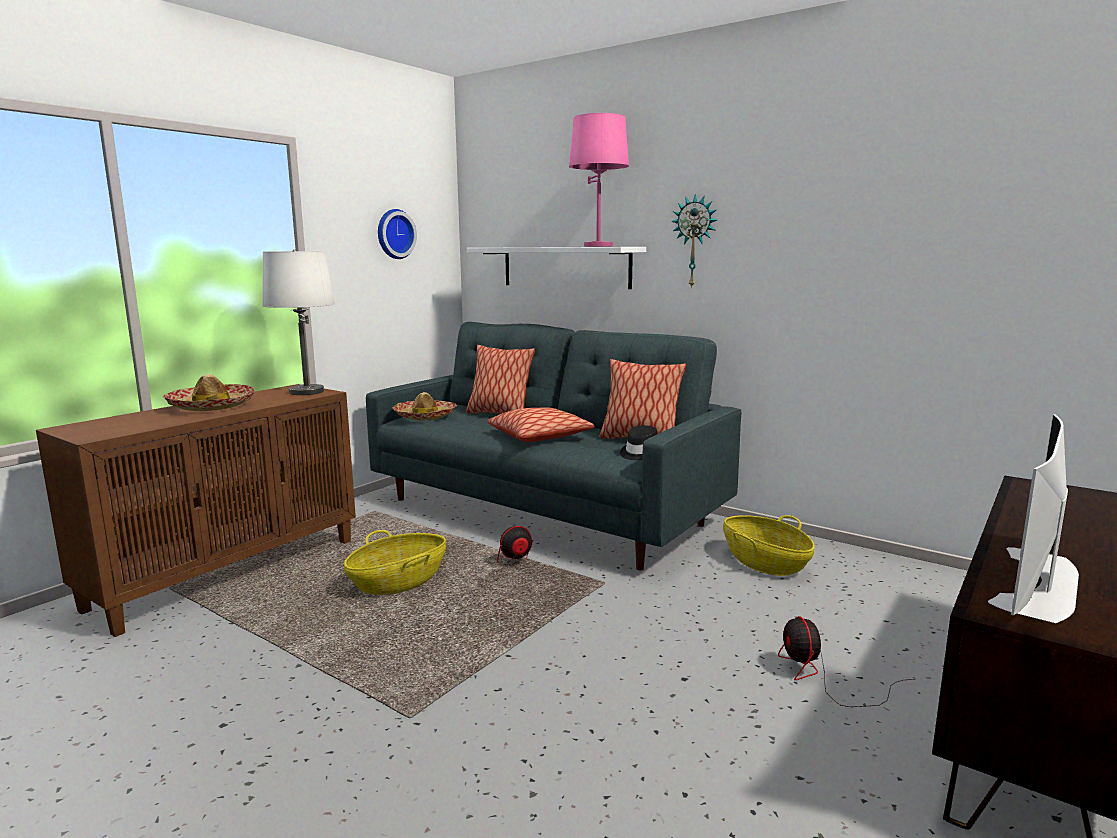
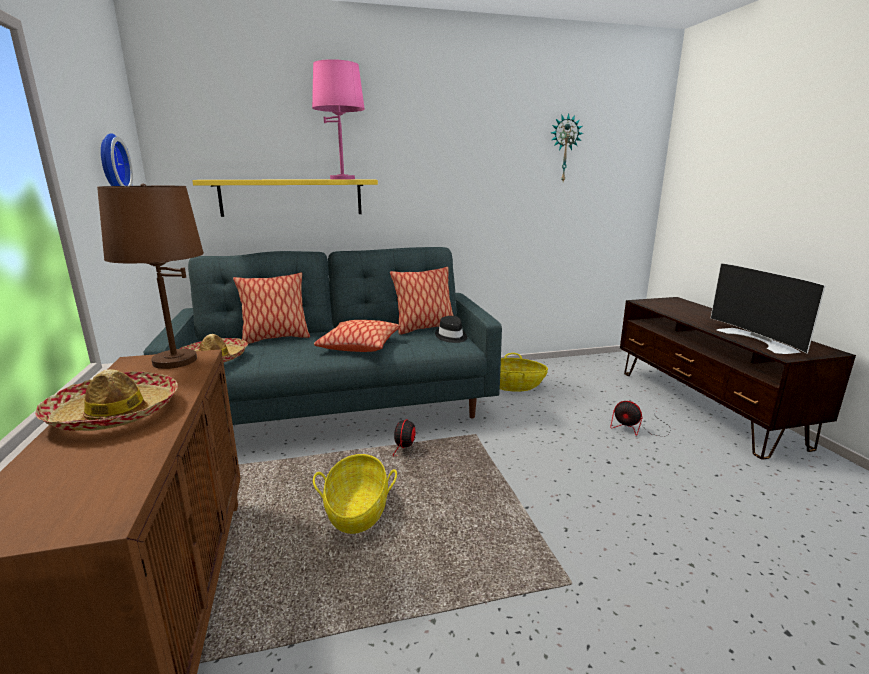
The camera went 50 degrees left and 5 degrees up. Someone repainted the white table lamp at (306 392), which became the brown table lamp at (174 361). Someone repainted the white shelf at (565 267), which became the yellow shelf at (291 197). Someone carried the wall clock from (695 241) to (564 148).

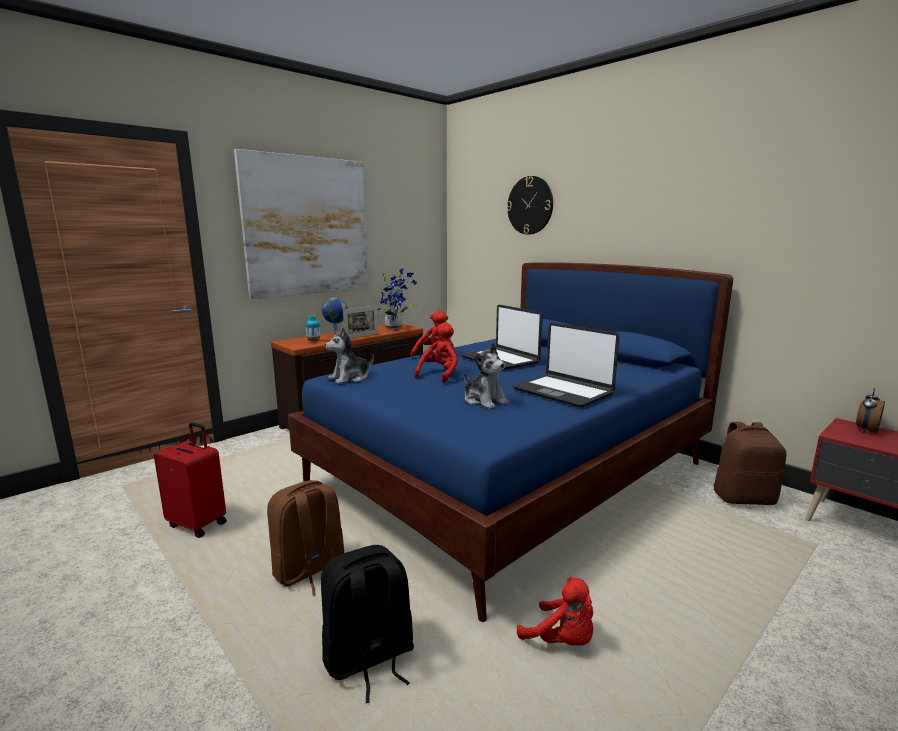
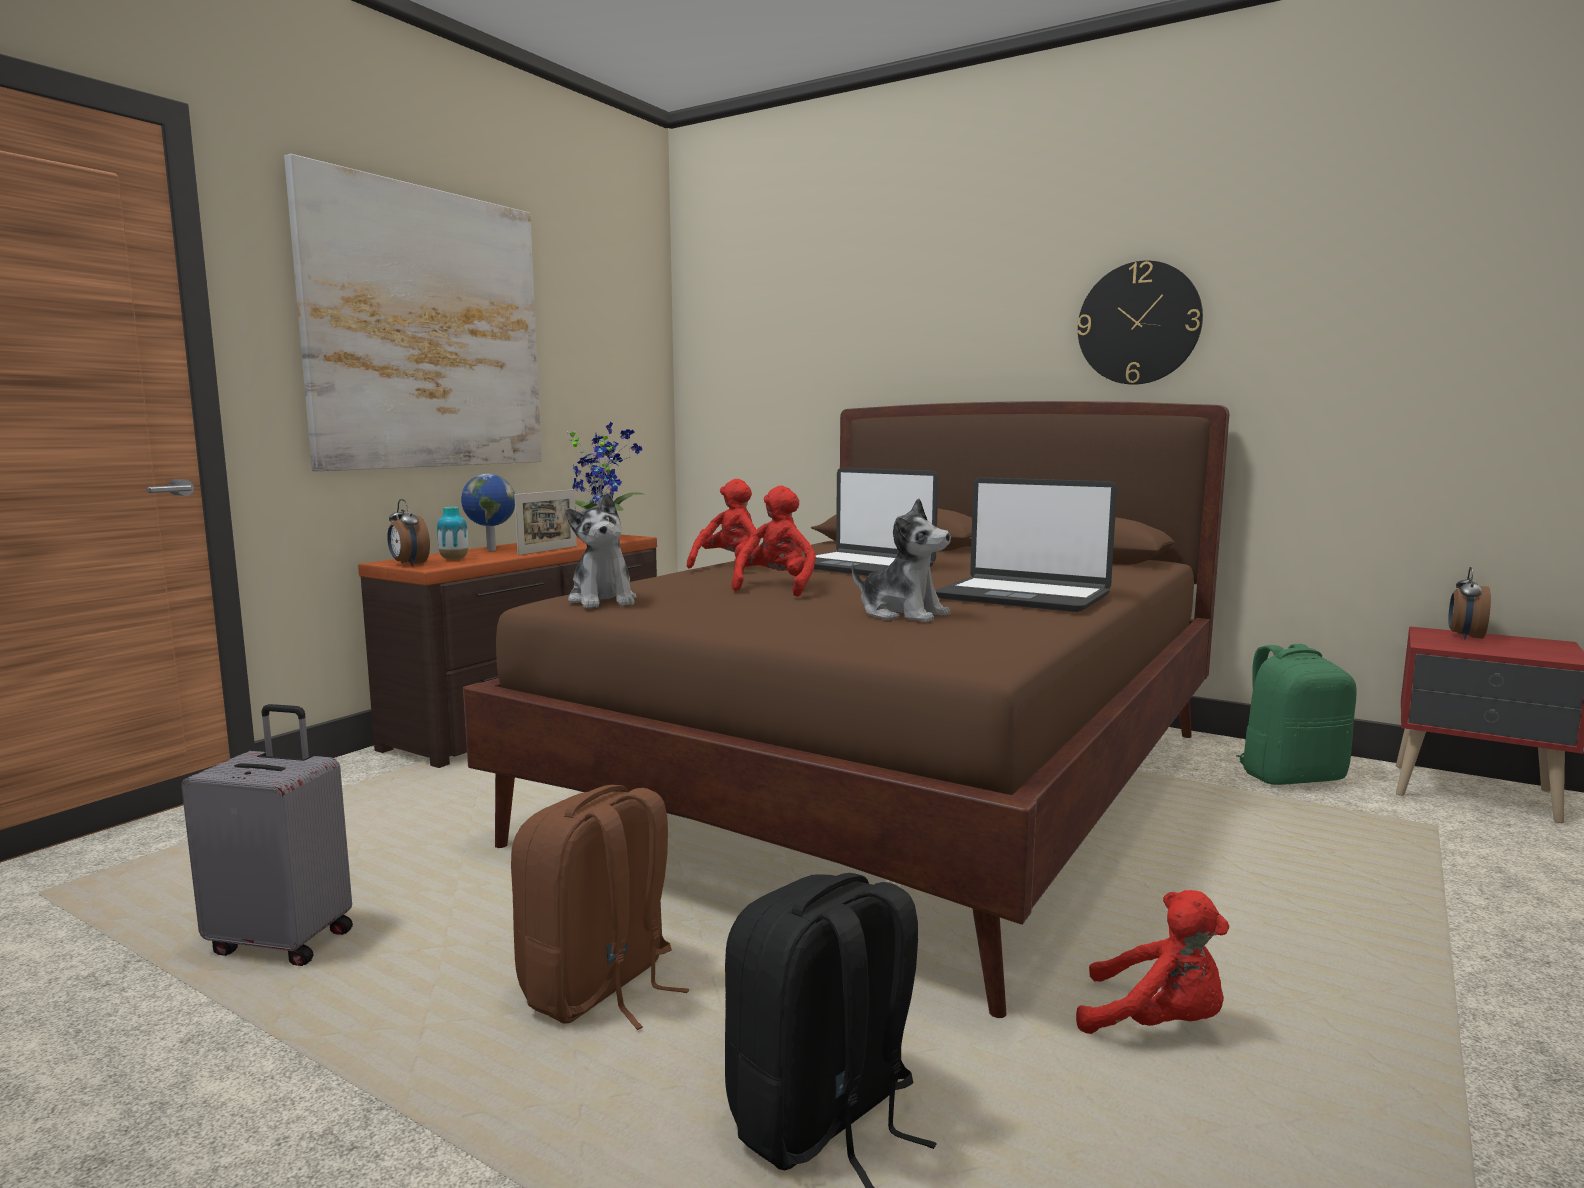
The camera went 15 degrees left and 5 degrees down. Someone repainted the red suitcase at (198 524), which became the grey suitcase at (284 941). Someone repainted the blue bed at (511 475), which became the brown bed at (897 784). Someone rotated the plush toy at (350 378) by 60 degrees counterclockwise. Someone carried the wall clock from (530 205) to (1138 323). Someone repainted the brown backpack at (743 498), which became the green backpack at (1290 776). Someone put down the alarm clock at (408 564).

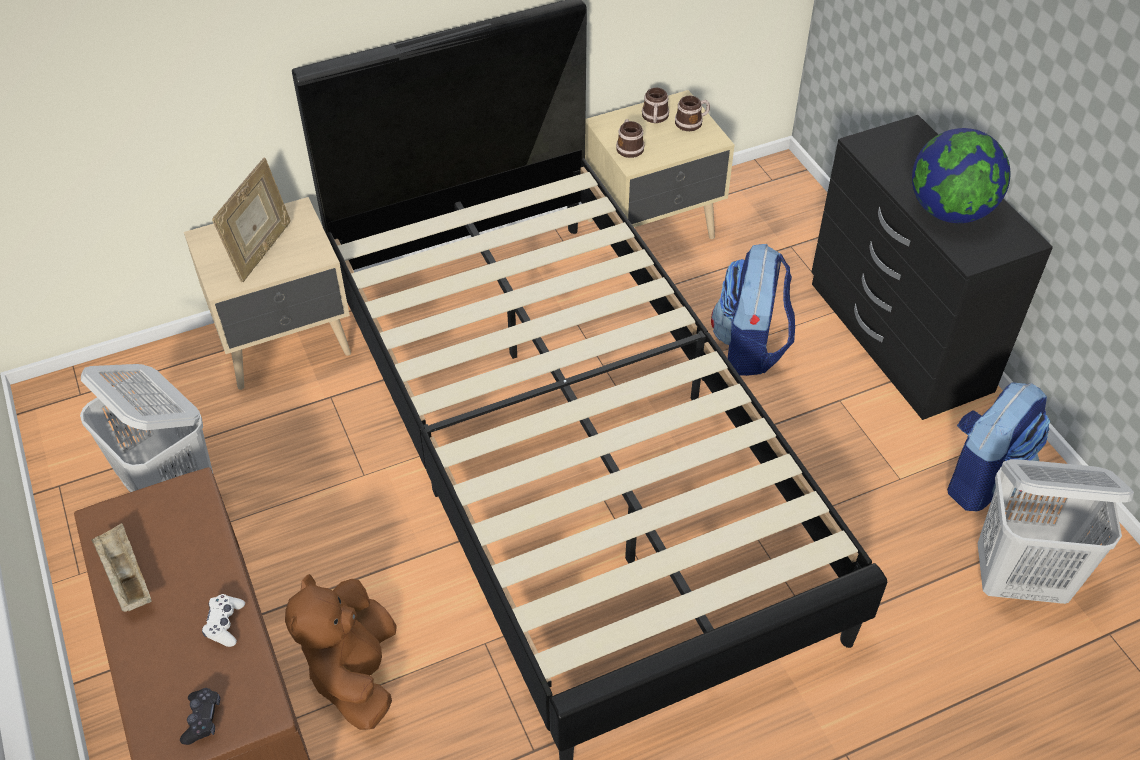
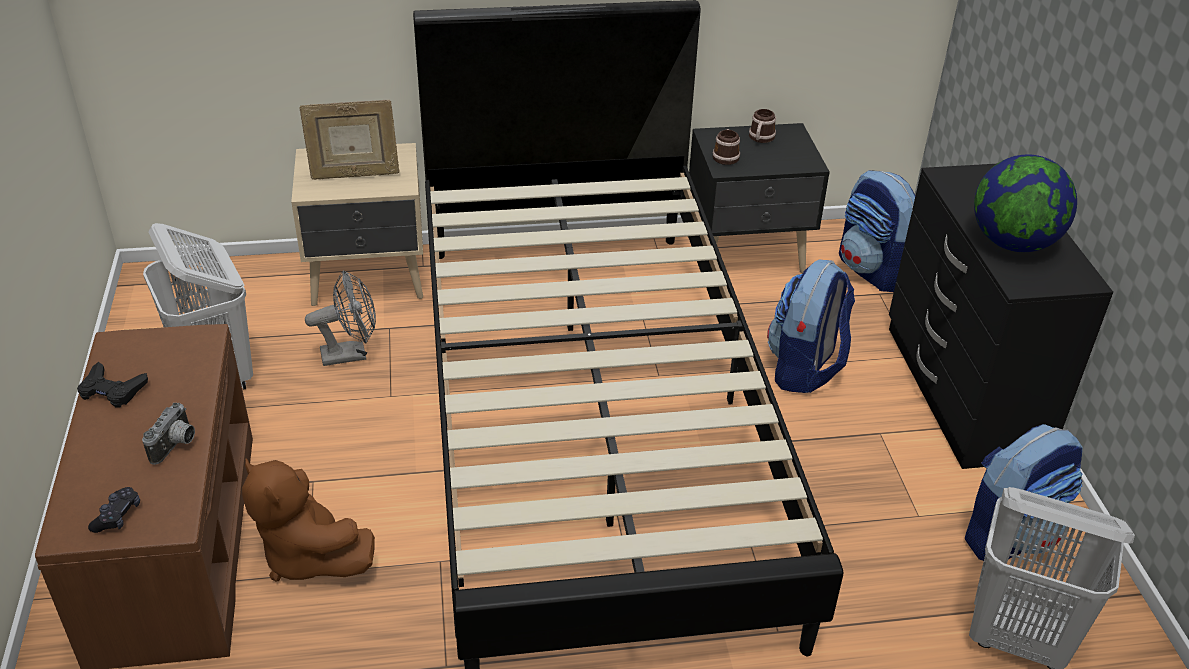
The camera went 15 degrees right and 10 degrees down. Someone swapped the beige tray at (126 577) for the black game controller at (112 390). Someone swapped the white game controller at (225 624) for the photo camera at (176 446). Someone rotated the picture frame at (261 252) by 45 degrees clockwise. Someone rotated the brown plush toy at (355 672) by 60 degrees counterclockwise. Someone repainted the beige nightstand at (653 230), which became the black nightstand at (747 255). Someone took away the mug at (692 122). Someone put down the grey fan at (351 354). Someone put down the backpack at (873 271).

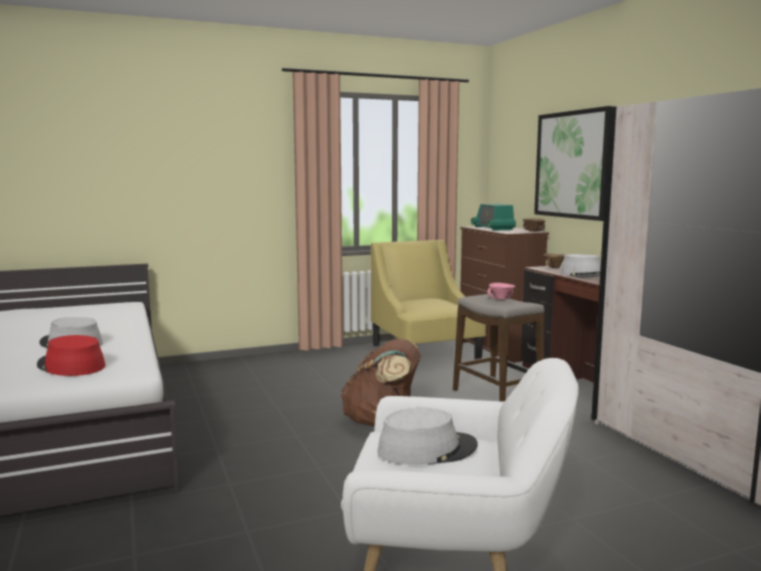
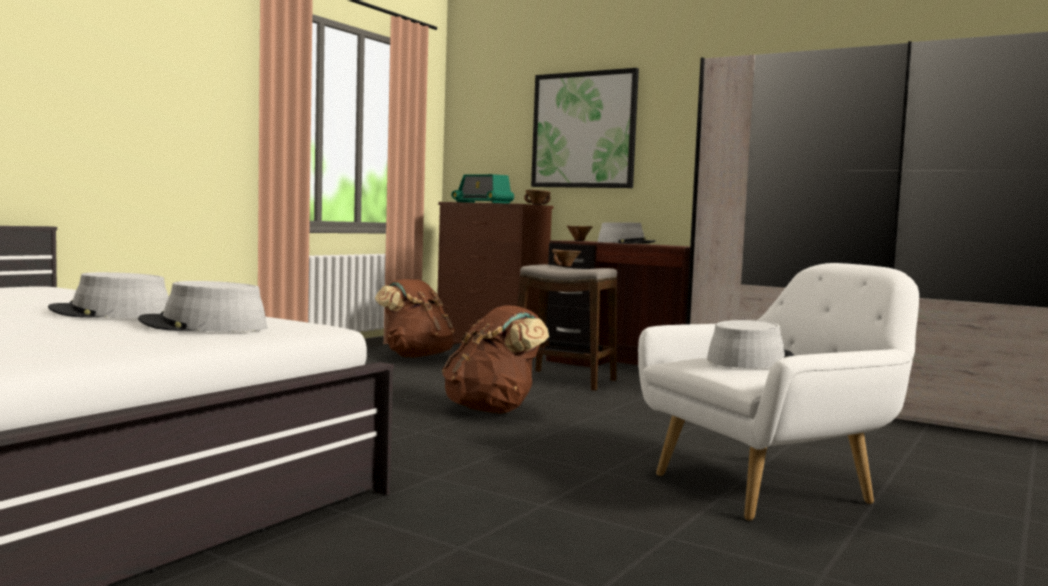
The camera went 35 degrees left and 5 degrees down. Someone repainted the red hat at (71 366), which became the grey hat at (203 326). Someone swapped the yellow armchair at (425 352) for the brown backpack at (416 356). Someone repainted the pink bowl at (501 299), which became the brown bowl at (565 267).

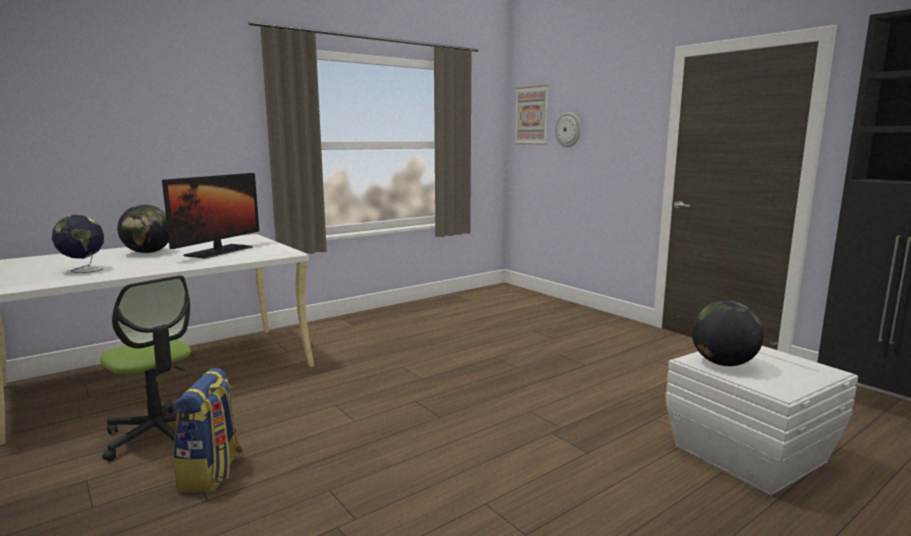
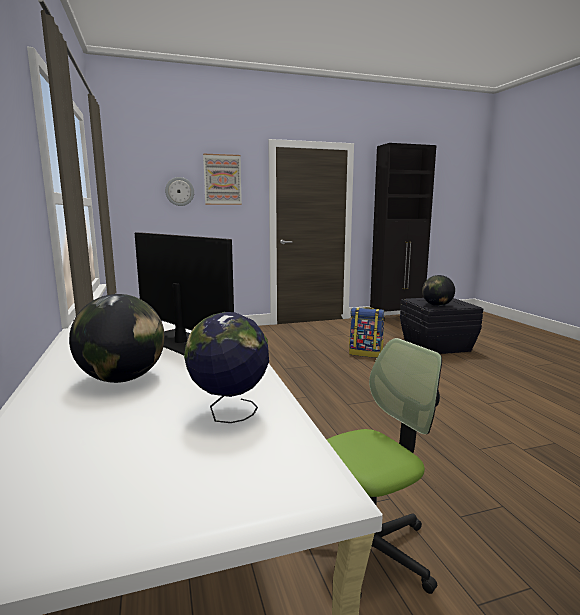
The camera went 70 degrees left and 0 degrees up. Someone carried the backpack from (212 473) to (366 353). Someone carried the picture from (531 115) to (222 179). Someone repainted the white storage box at (748 453), which became the black storage box at (435 345).

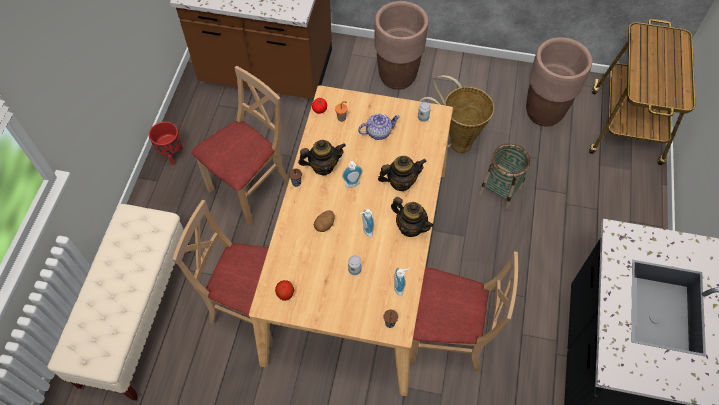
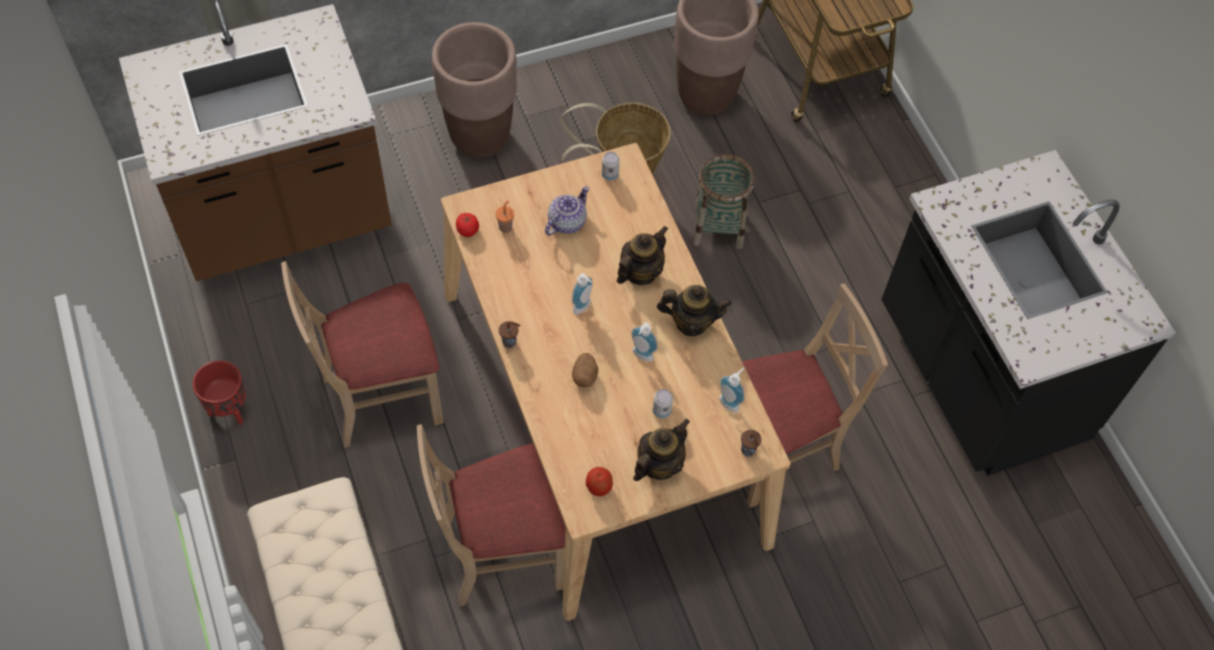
The camera went 35 degrees left and 0 degrees up. Someone rotated the beige chair at (250 187) by 120 degrees counterclockwise. Someone carried the teapot from (323 166) to (658 464).

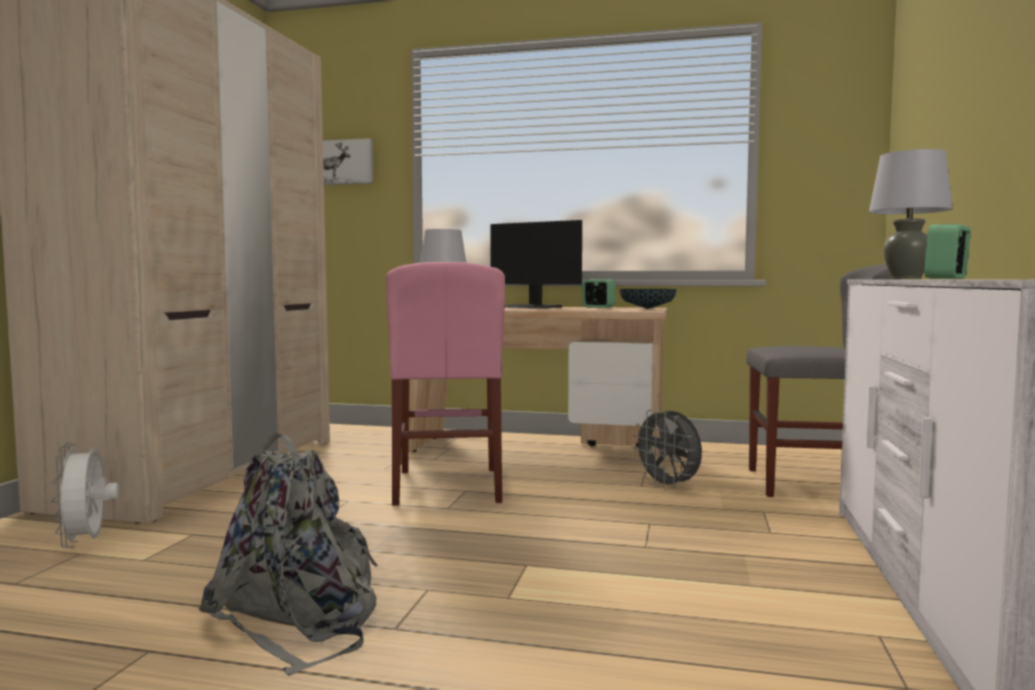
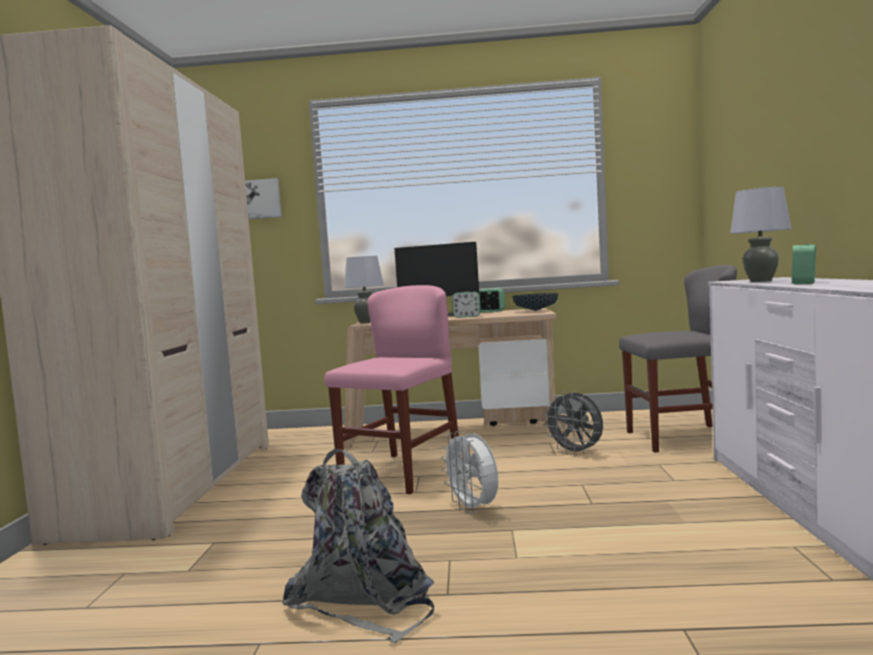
The camera went 10 degrees left and 0 degrees up. Someone carried the white fan from (87 543) to (474 509). Someone rotated the pink chair at (448 485) by 135 degrees counterclockwise. Someone put down the alarm clock at (467 316).

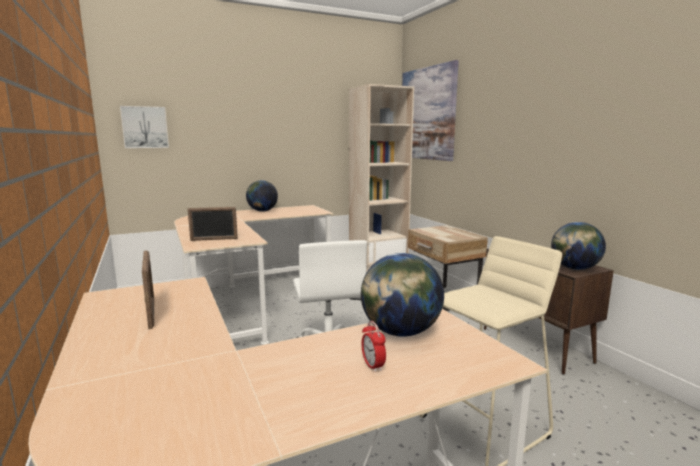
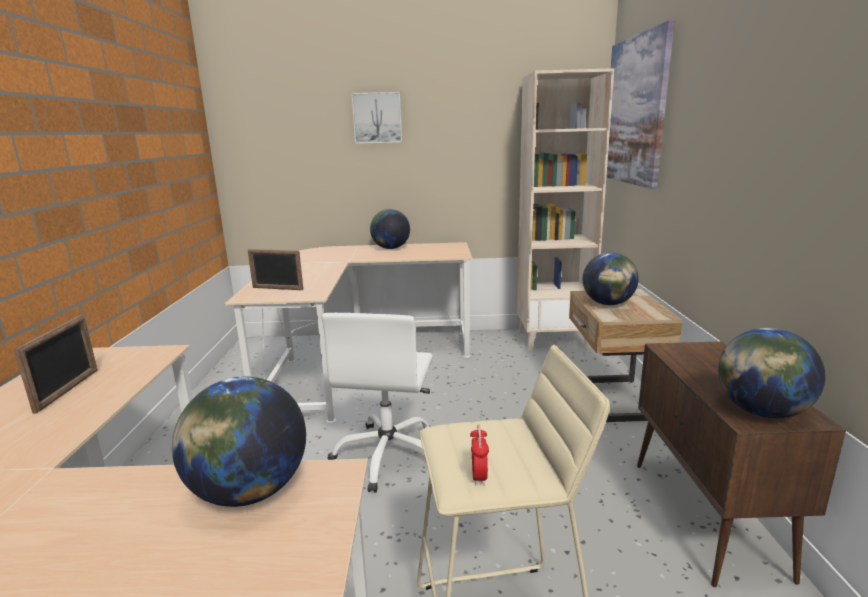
The camera went 25 degrees right and 5 degrees up. Someone carried the picture from (145 127) to (377 118). Someone carried the alarm clock from (373 366) to (479 476). Someone put down the globe at (608 304).

